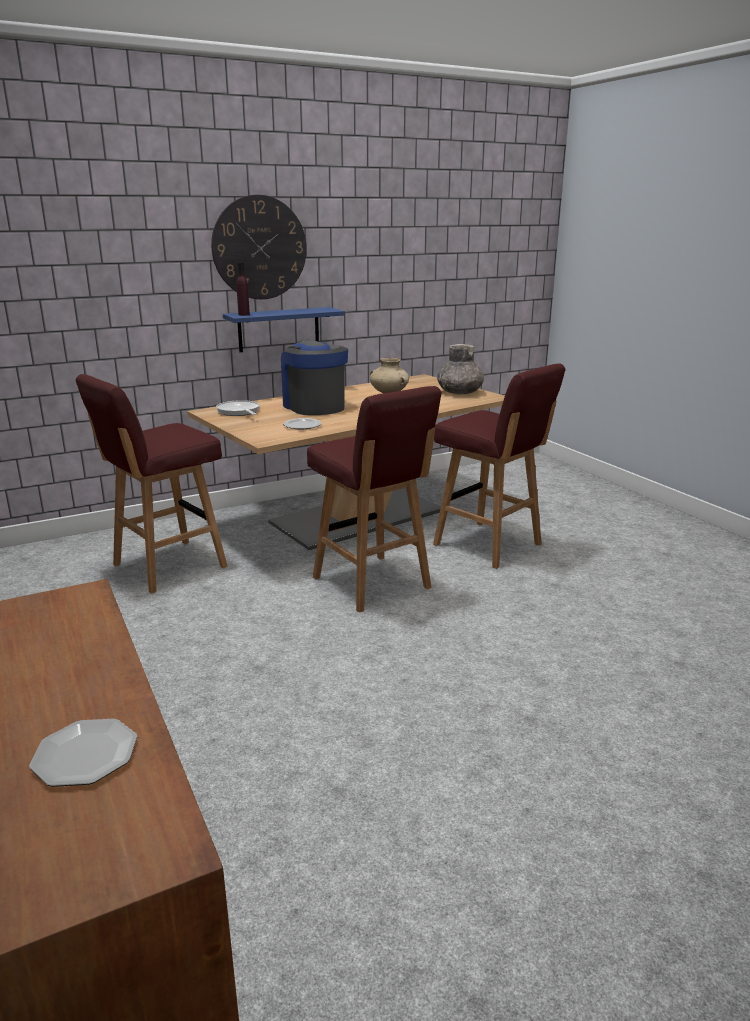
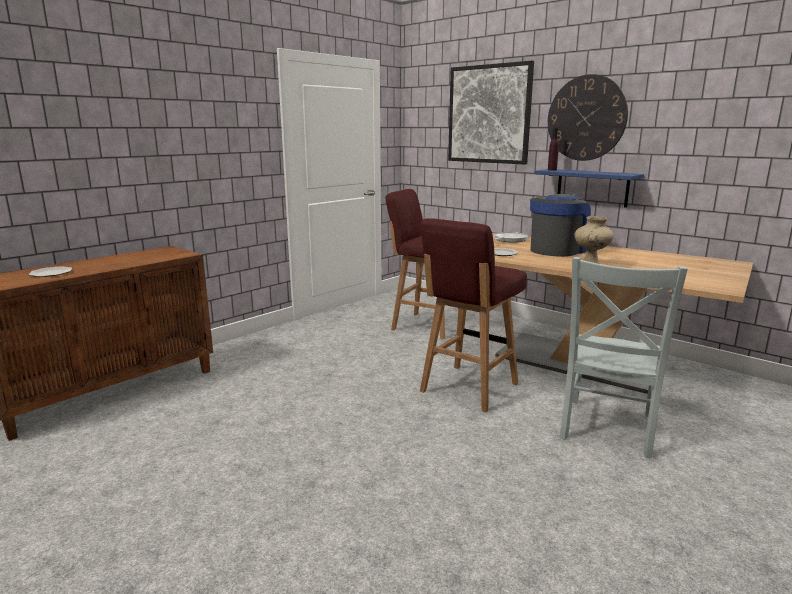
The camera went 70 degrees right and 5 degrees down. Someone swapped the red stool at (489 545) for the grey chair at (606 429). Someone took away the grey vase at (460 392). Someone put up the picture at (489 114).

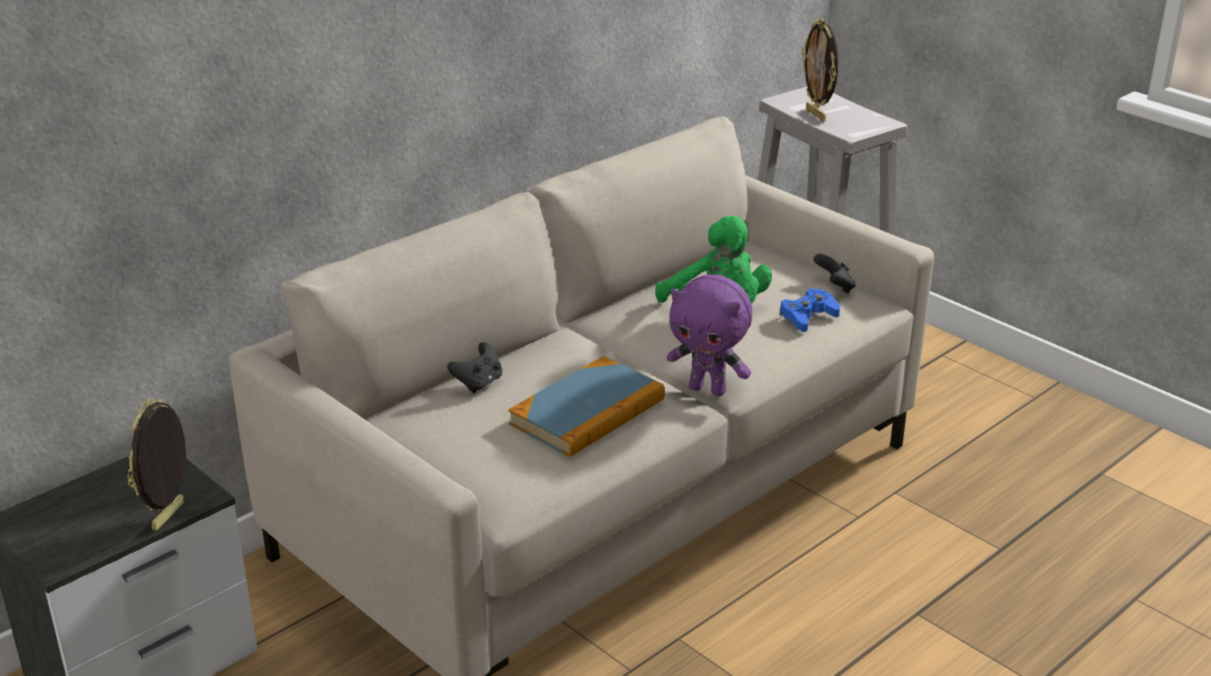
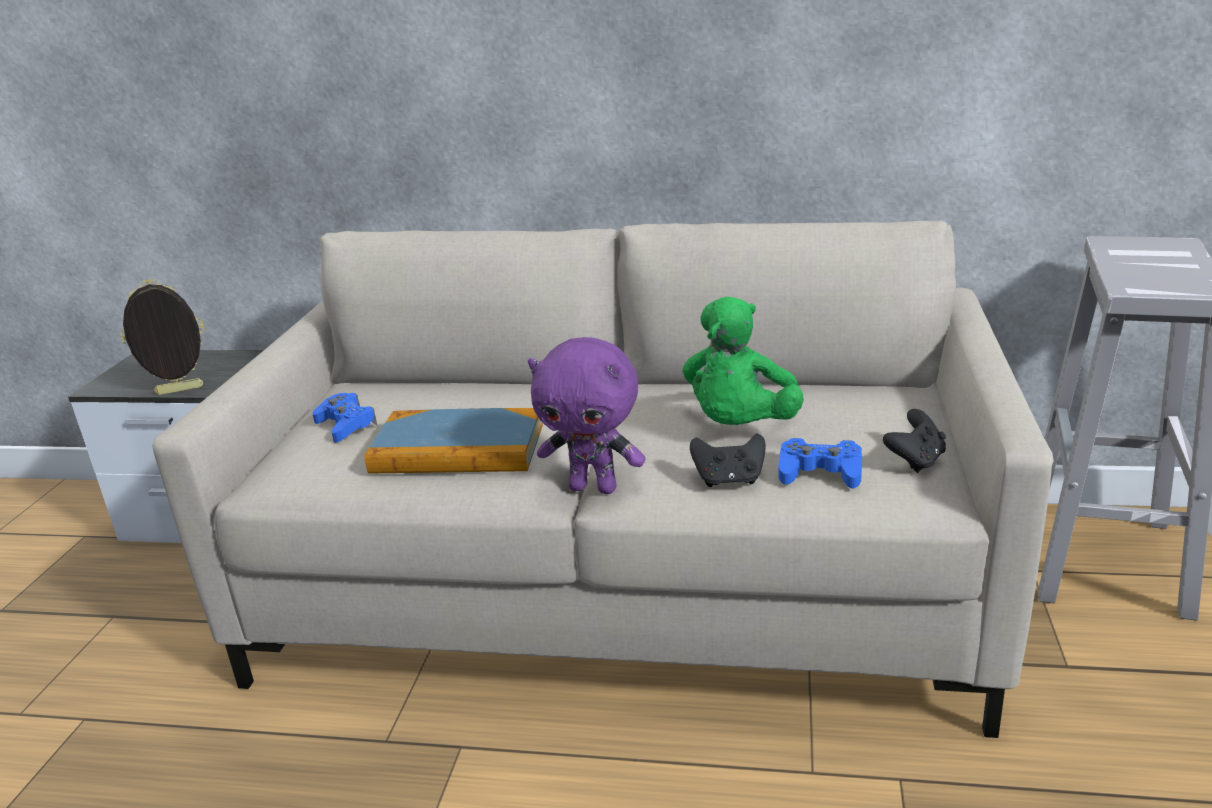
The camera went 55 degrees right and 5 degrees down. Someone carried the black game controller from (478 383) to (729 480). Someone rotated the purple plush toy at (708 389) by 60 degrees counterclockwise. Someone took away the picture frame at (816 115). Someone put down the blue game controller at (346 425).

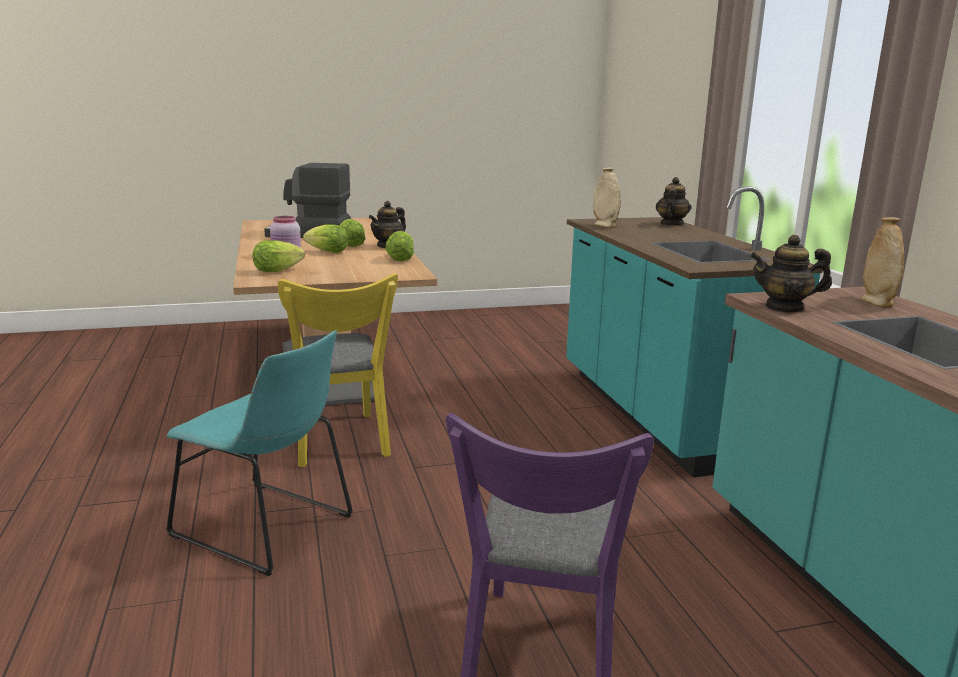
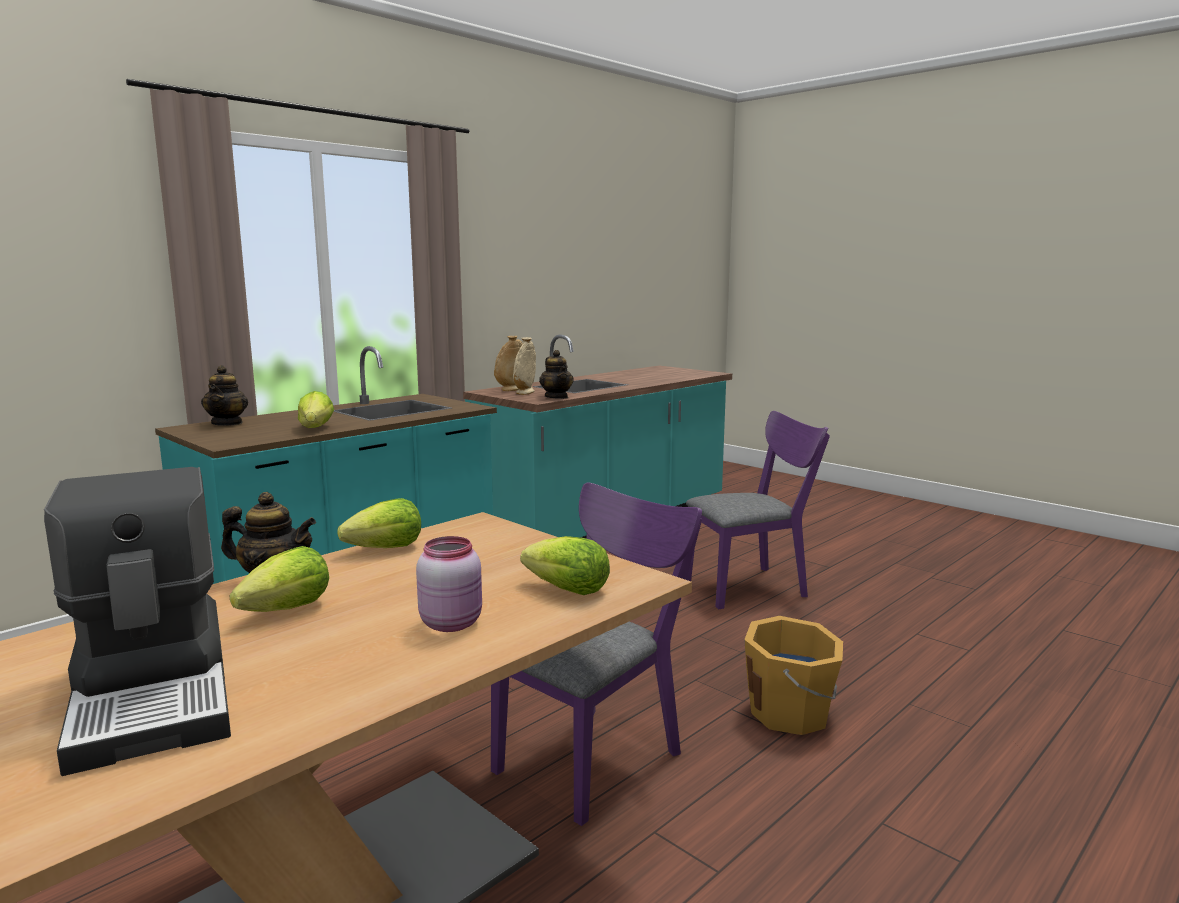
The camera went 120 degrees left and 5 degrees down. Someone swapped the turquoise chair at (268 528) for the orange bucket at (791 713). Someone repainted the yellow chair at (339 443), which became the purple chair at (597 755). Someone carried the lettuce from (328 252) to (316 428). Someone carried the beige vase from (604 225) to (525 393). Someone rotated the teapot at (671 224) by 90 degrees counterclockwise.

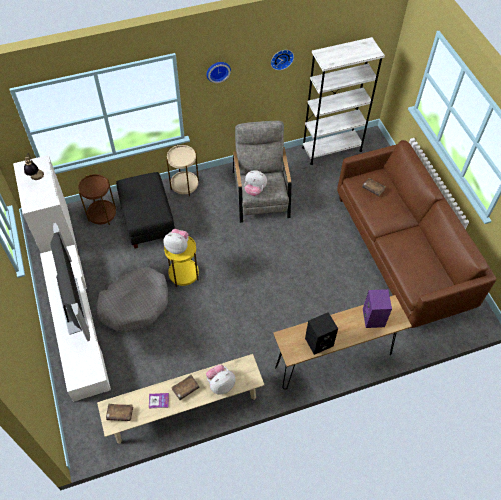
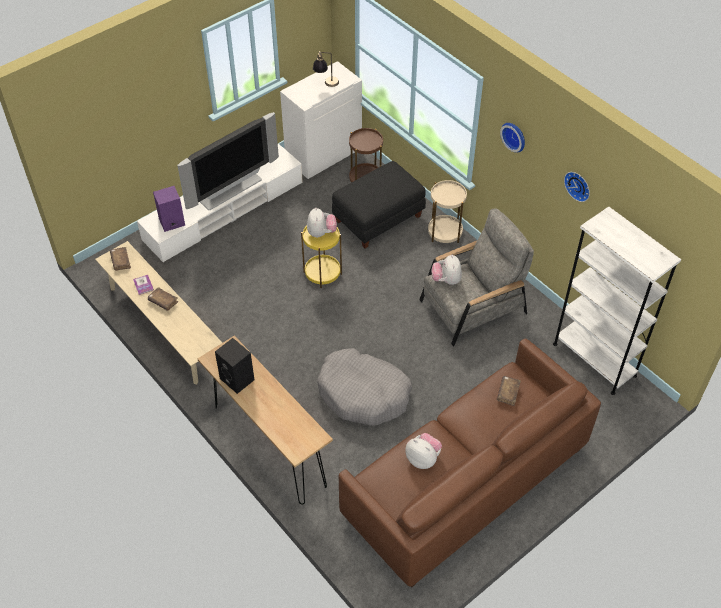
The camera went 70 degrees right and 5 degrees down. Someone carried the grey dog bed from (135 304) to (363 394). Someone carried the plush toy from (220 384) to (423 458). Someone carried the purple speaker from (374 318) to (171 222).

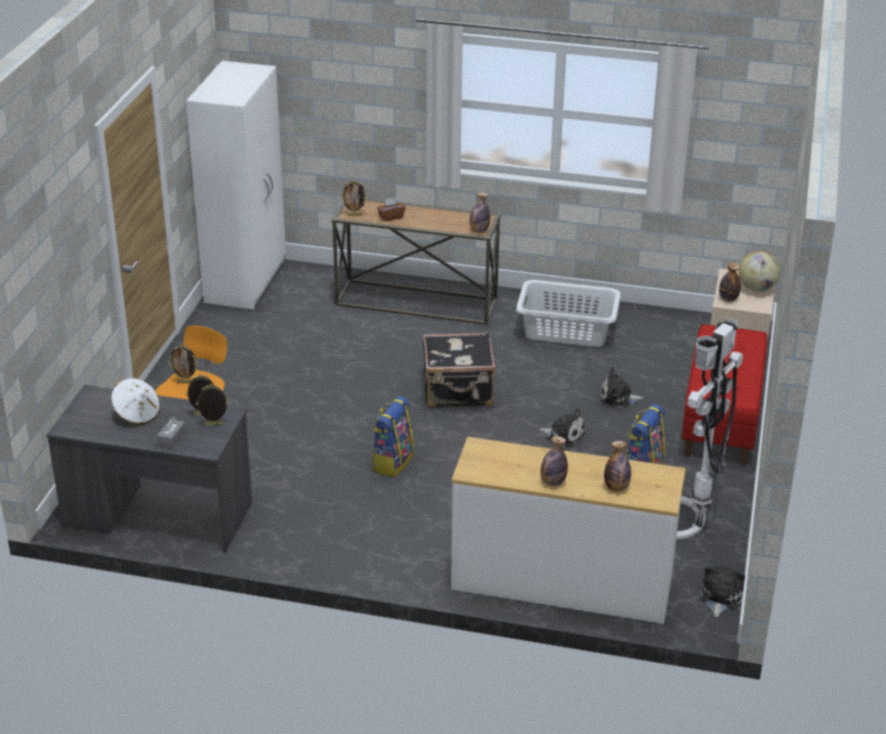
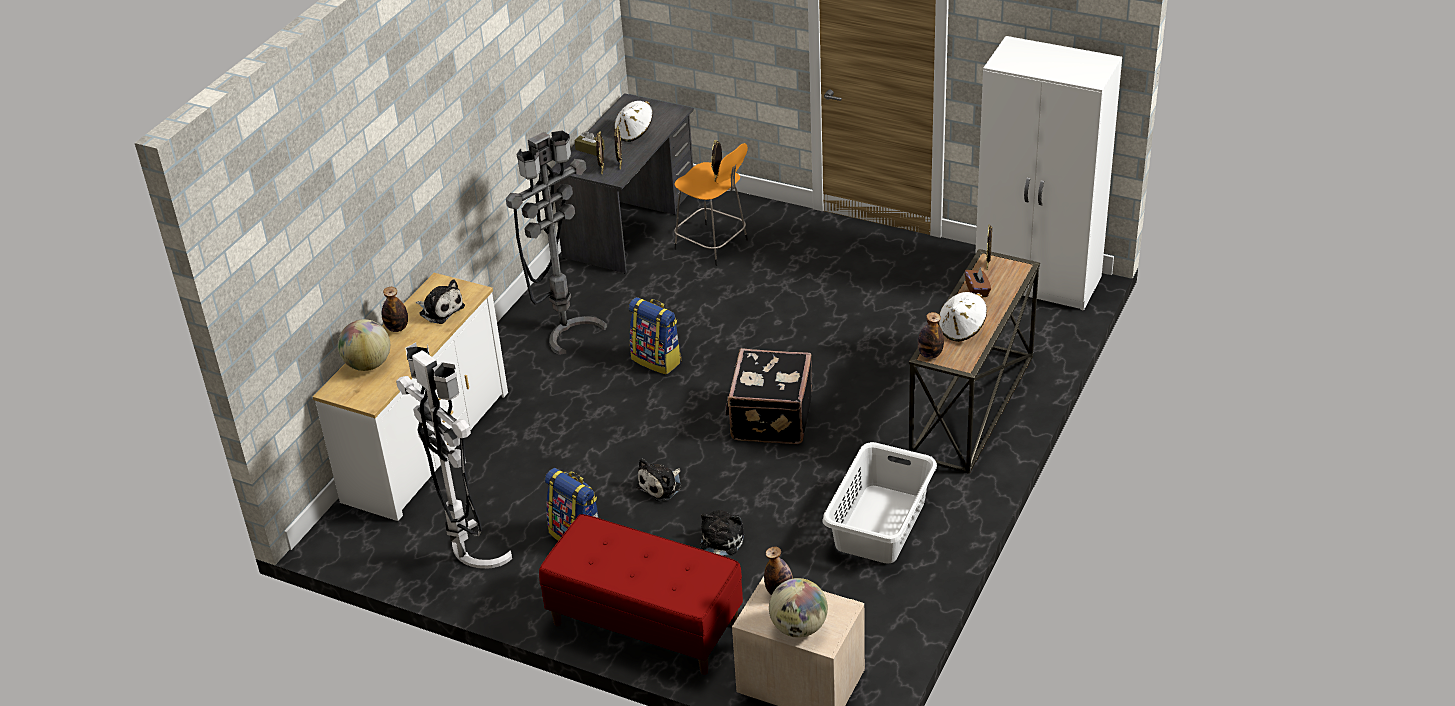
The camera went 105 degrees right and 5 degrees up. Someone repainted the grey tissue box at (172 439), which became the brown tissue box at (590 149). Someone swapped the bottle at (616 488) for the globe at (368 364). Someone carried the plush toy from (720 597) to (440 309). Someone put down the grey floor lamp at (566 329). Someone put down the white hat at (962 329).

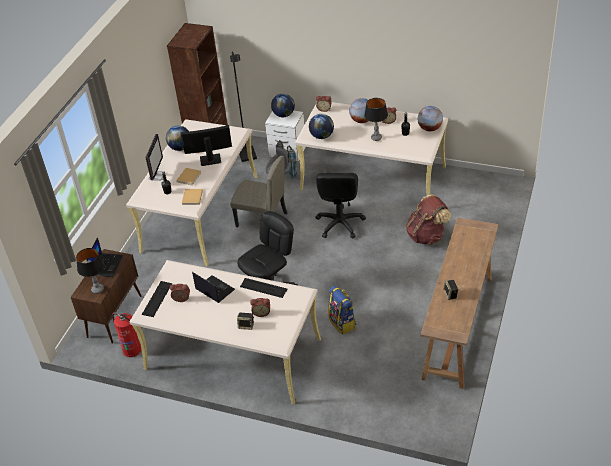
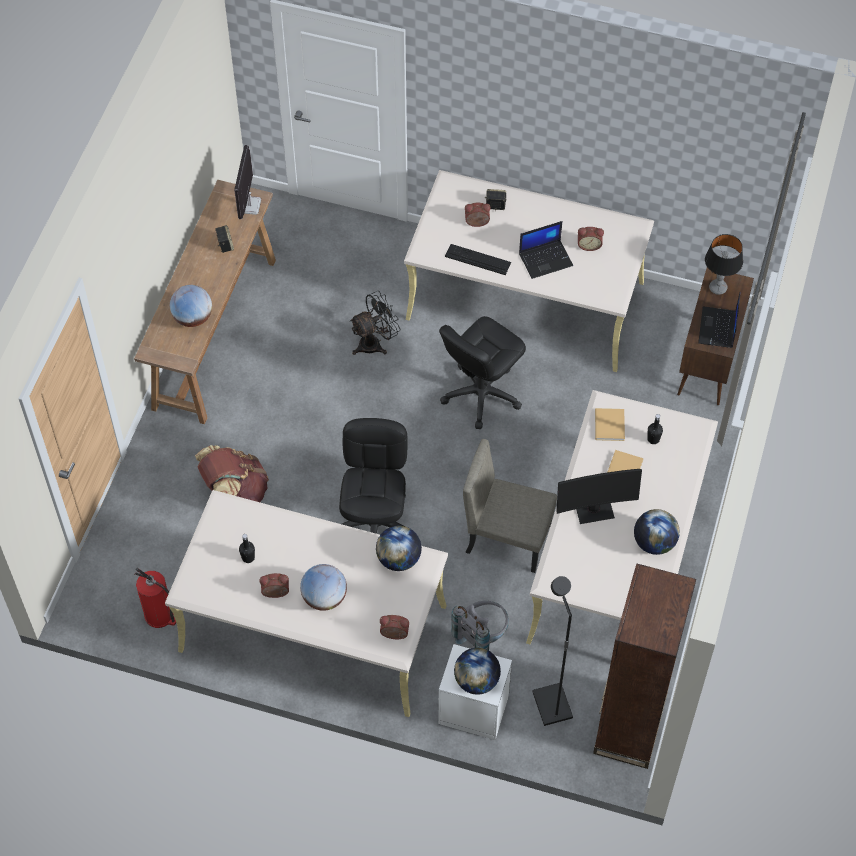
The camera went 175 degrees right and 15 degrees up. Someone carried the fire extinguisher from (131 349) to (160 615). Someone took away the keyboard at (157 299). Someone carried the monitor from (157 175) to (249 206). Someone rotated the laptop at (214 289) by 60 degrees counterclockwise. Someone swapped the backpack at (342 323) for the black fan at (375 343). Someone took away the table lamp at (376 138). Someone carried the globe from (429 128) to (193 318).

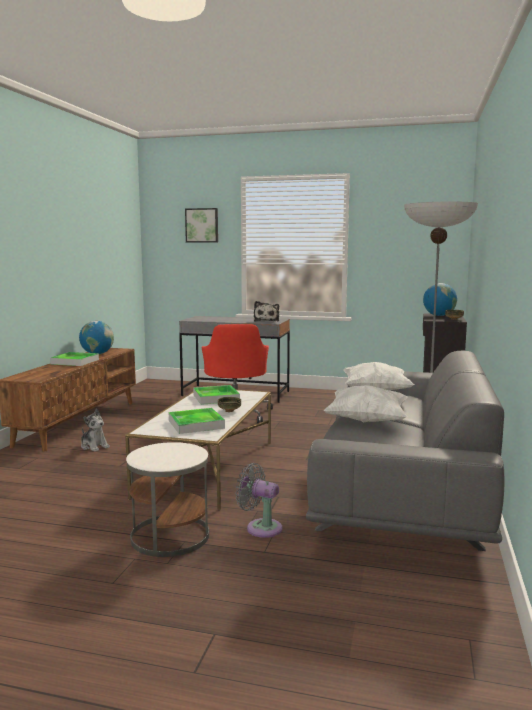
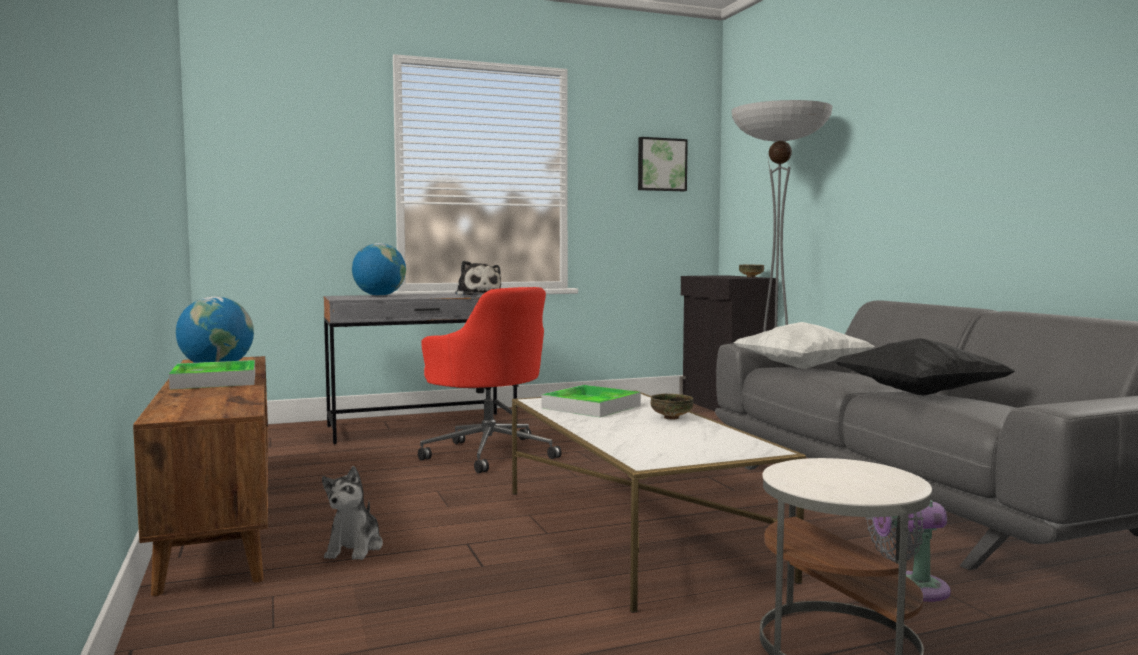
The camera went 35 degrees left and 5 degrees down. Someone rotated the plush toy at (94 446) by 90 degrees clockwise. Someone took away the tray at (196 424). Someone carried the picture from (202 225) to (661 164). Someone repainted the white pillow at (367 421), which became the black pillow at (919 393). Someone carried the globe from (439 315) to (379 295).

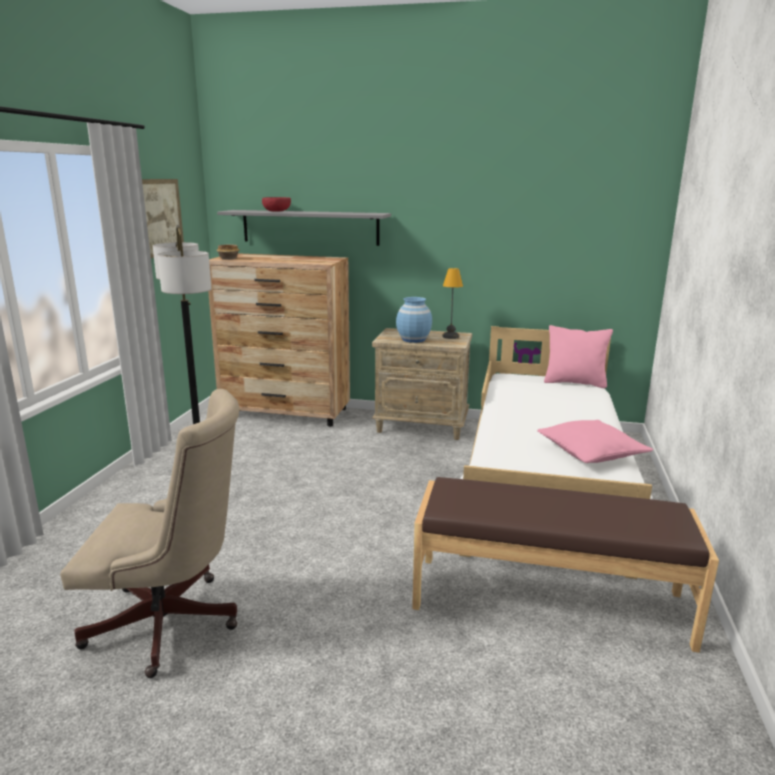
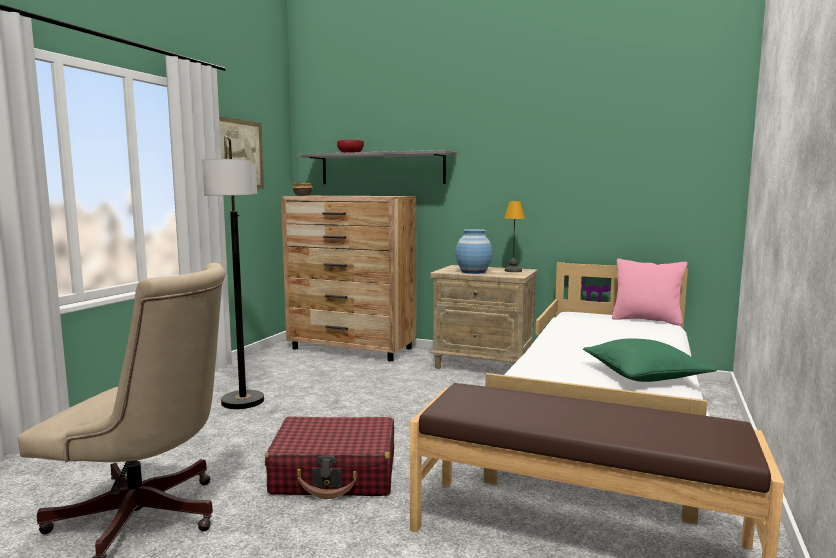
The camera went 10 degrees right and 10 degrees down. Someone repainted the pink pillow at (591 453), which became the green pillow at (644 375). Someone put down the red suitcase at (335 474).

